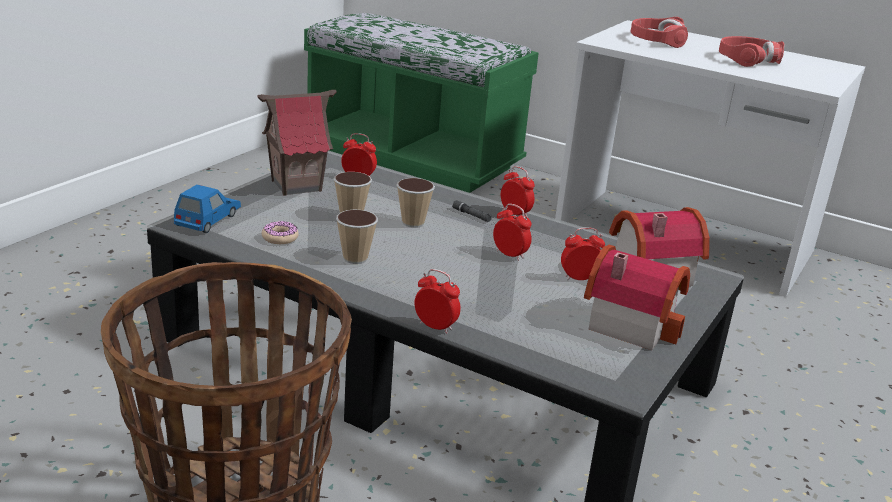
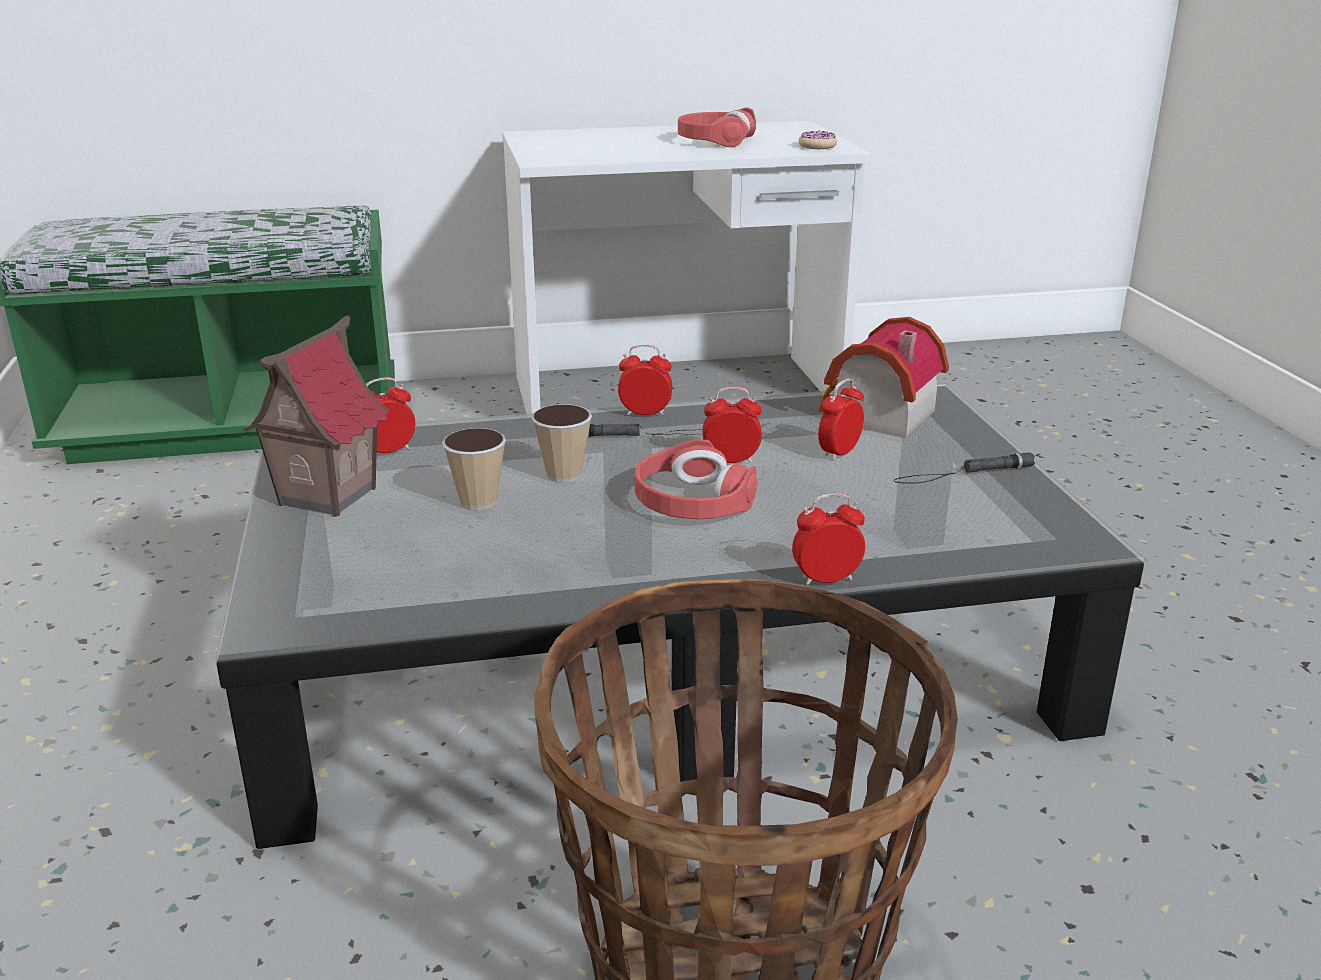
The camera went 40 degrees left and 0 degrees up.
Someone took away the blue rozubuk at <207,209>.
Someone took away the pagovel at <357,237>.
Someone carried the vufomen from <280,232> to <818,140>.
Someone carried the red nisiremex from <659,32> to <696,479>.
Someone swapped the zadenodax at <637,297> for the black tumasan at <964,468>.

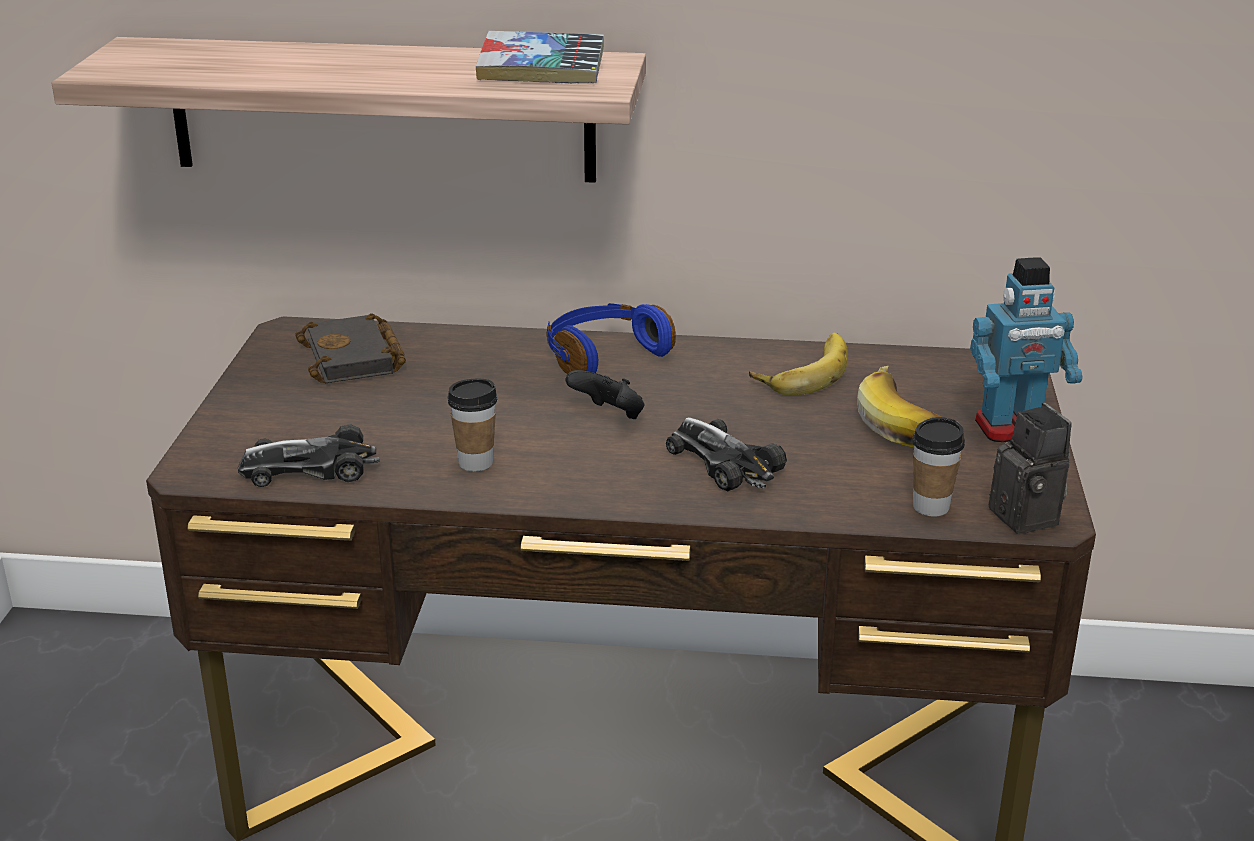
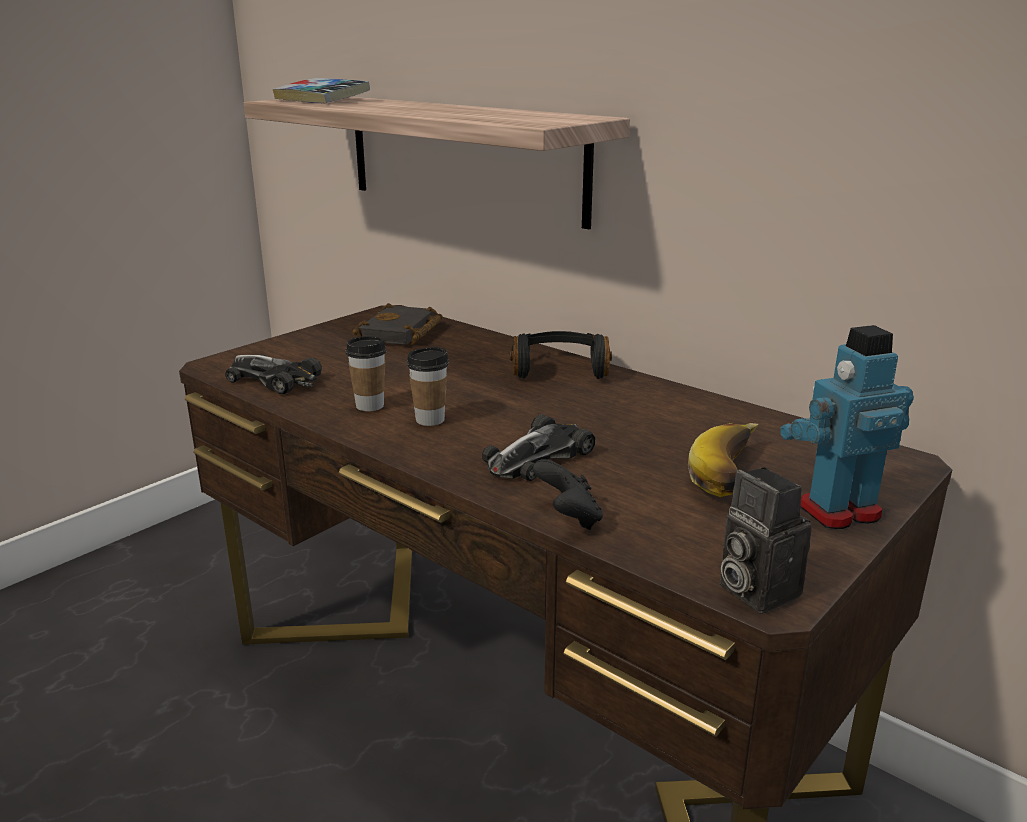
The camera went 35 degrees right and 5 degrees down.
Someone took away the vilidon at <798,364>.
Someone carried the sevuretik from <540,57> to <321,90>.
Someone carried the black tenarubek from <605,394> to <568,494>.
Someone carried the pagovel from <938,467> to <428,386>.
Someone repainted the blue nisiremex at <611,339>, which became the black nisiremex at <561,355>.
Someone rotated the rozubuk at <726,454> by 135 degrees counterclockwise.
Someone rotated the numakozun at <1026,349> by 135 degrees clockwise.
Someone rotated the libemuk at <1030,468> by 135 degrees clockwise.

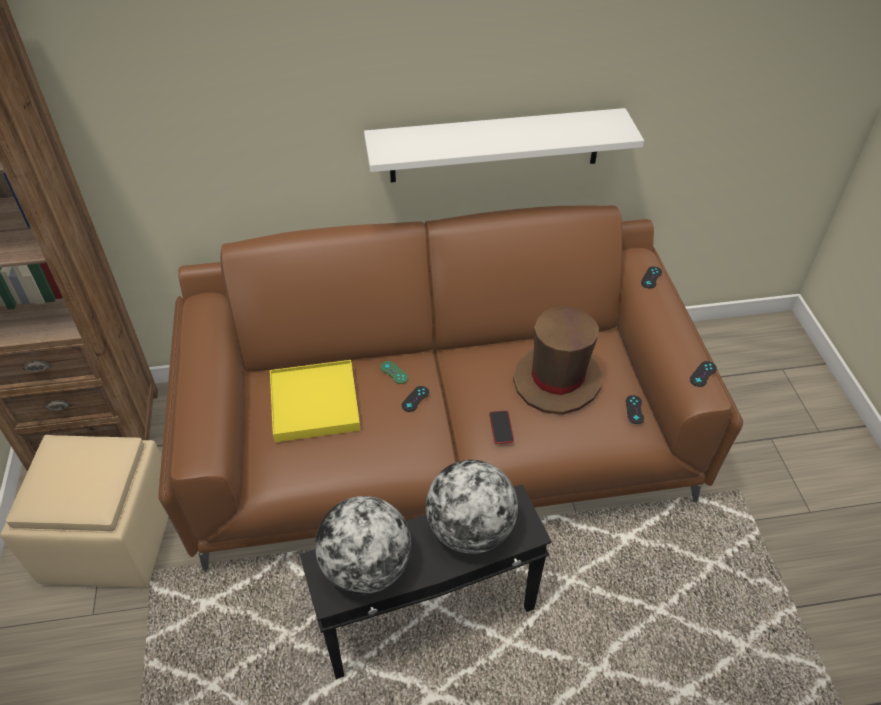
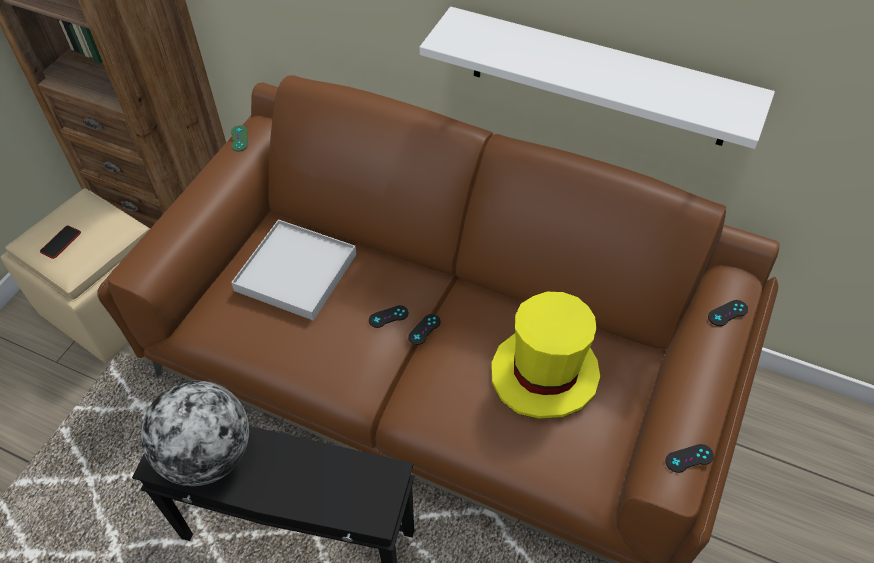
The camera went 35 degrees right and 5 degrees up.
Someone took away the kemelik at <472,507>.
Someone carried the green tenarubek from <394,372> to <239,138>.
Someone carried the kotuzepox from <501,427> to <60,242>.
Someone carried the black tenarubek from <635,409> to <424,329>.
Someone repainted the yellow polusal at <315,401>, which became the white polusal at <294,270>.
Someone repainted the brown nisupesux at <557,360>, which became the yellow nisupesux at <545,355>.

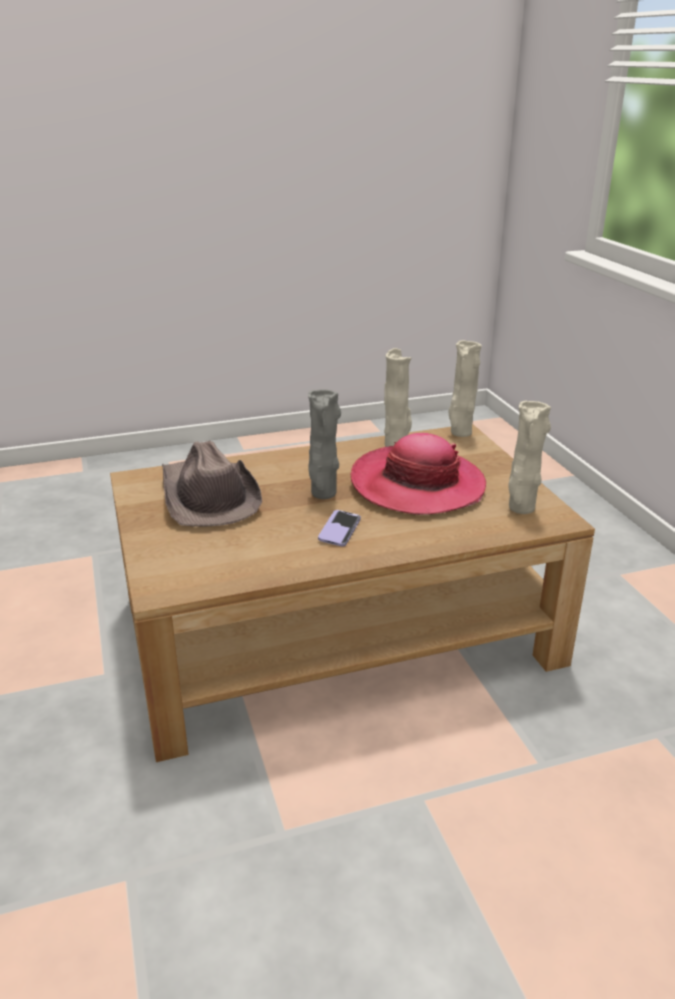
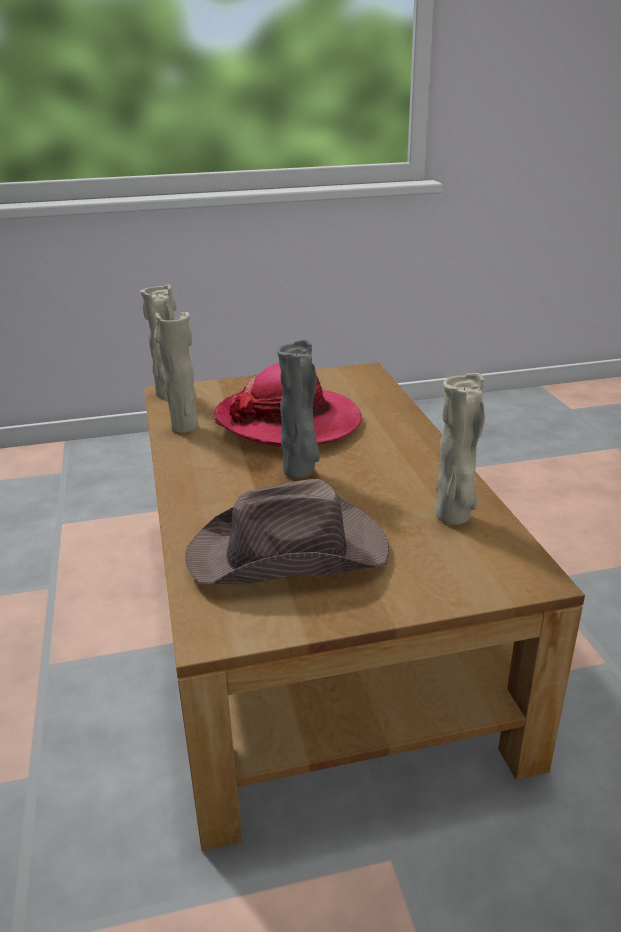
The camera went 85 degrees left and 0 degrees up.
Someone took away the kotuzepox at <339,528>.
Someone carried the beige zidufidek from <529,457> to <460,449>.

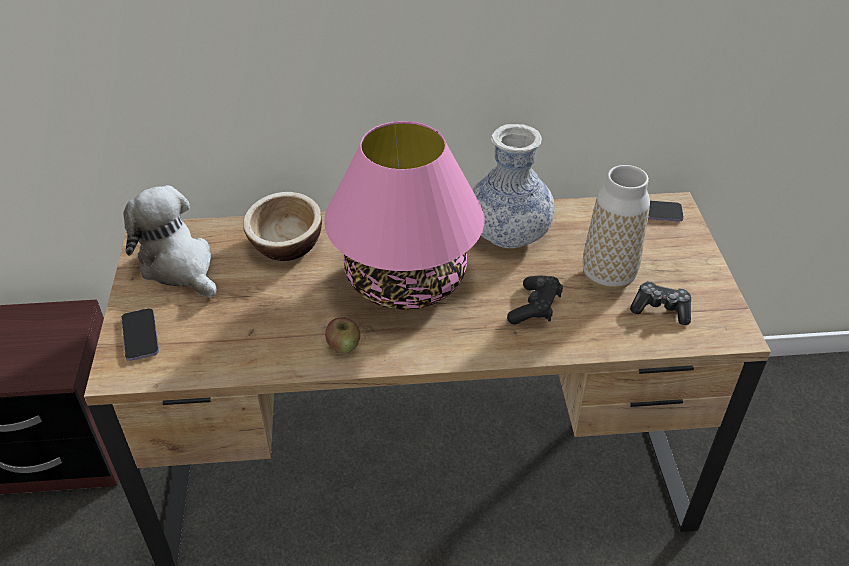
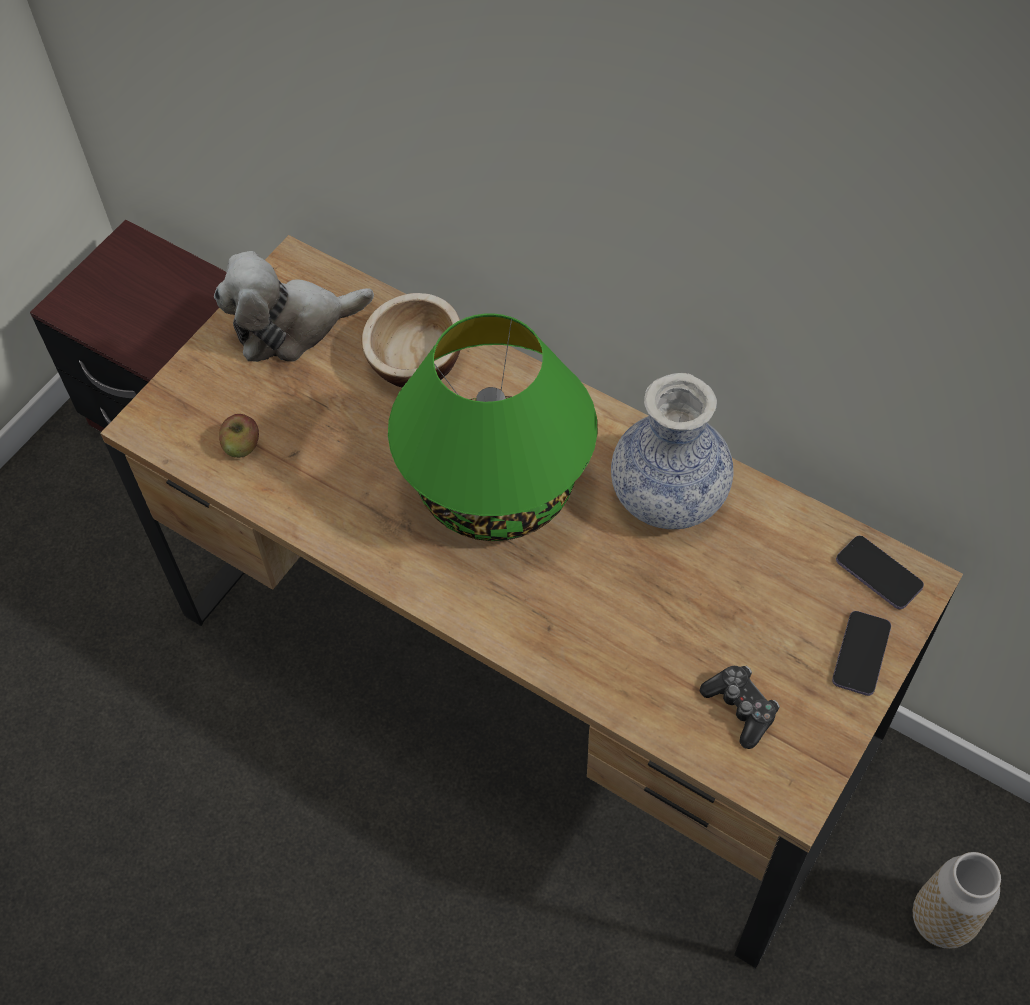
The camera went 40 degrees right and 15 degrees up.
Someone took away the black tenarubek at <535,300>.
Someone carried the kotuzepox from <140,334> to <861,653>.
Someone carried the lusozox from <342,335> to <239,436>.
Someone carried the zidufidek from <616,228> to <957,900>.
Someone repainted the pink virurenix at <404,215>, which became the green virurenix at <493,427>.
Someone rotated the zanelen at <170,241> by 105 degrees counterclockwise.

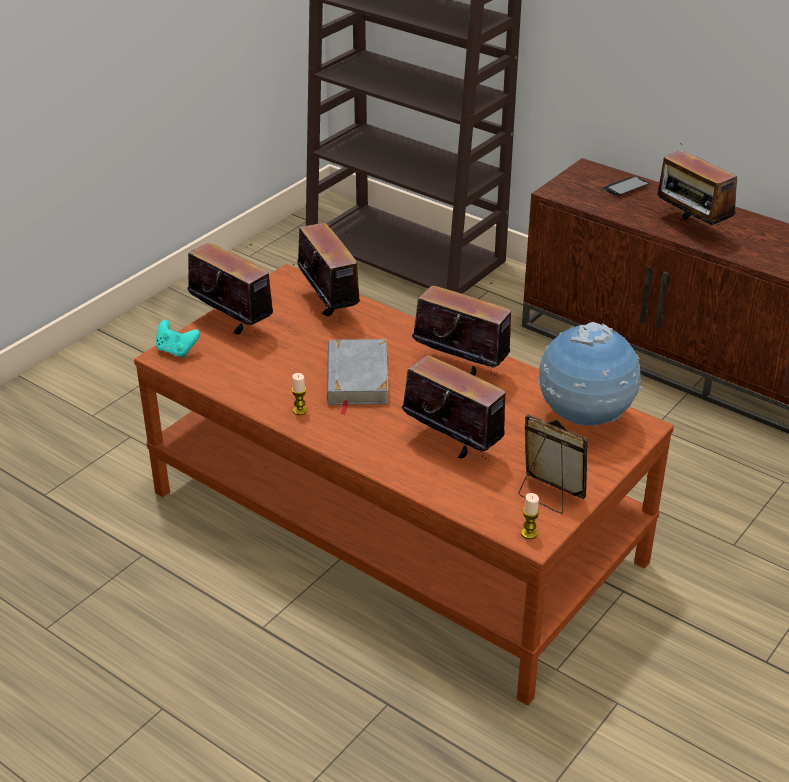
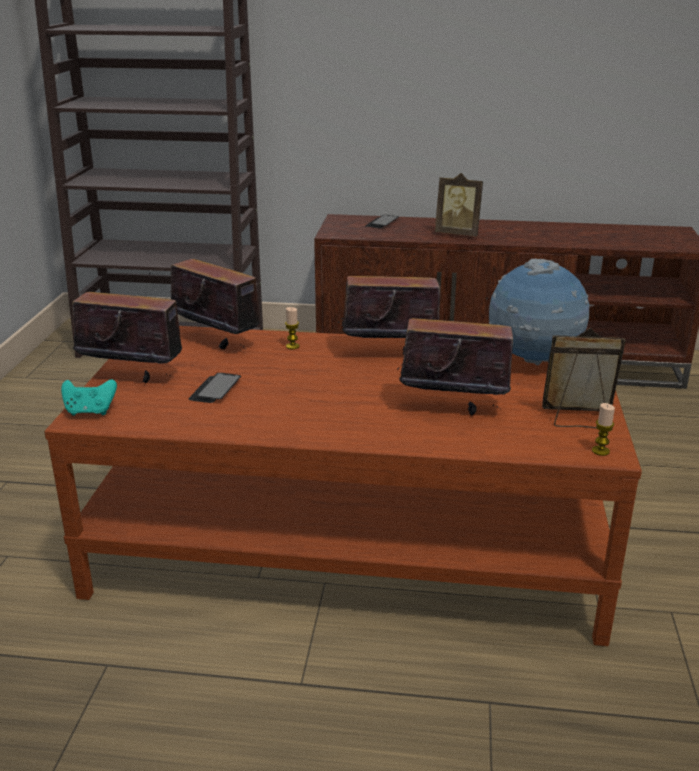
The camera went 30 degrees left and 10 degrees down.
Someone took away the grey sevuretik at <357,377>.
Someone put down the kotuzepox at <214,388>.
Someone carried the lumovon from <299,394> to <292,328>.
Someone swapped the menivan at <697,184> for the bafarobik at <459,205>.

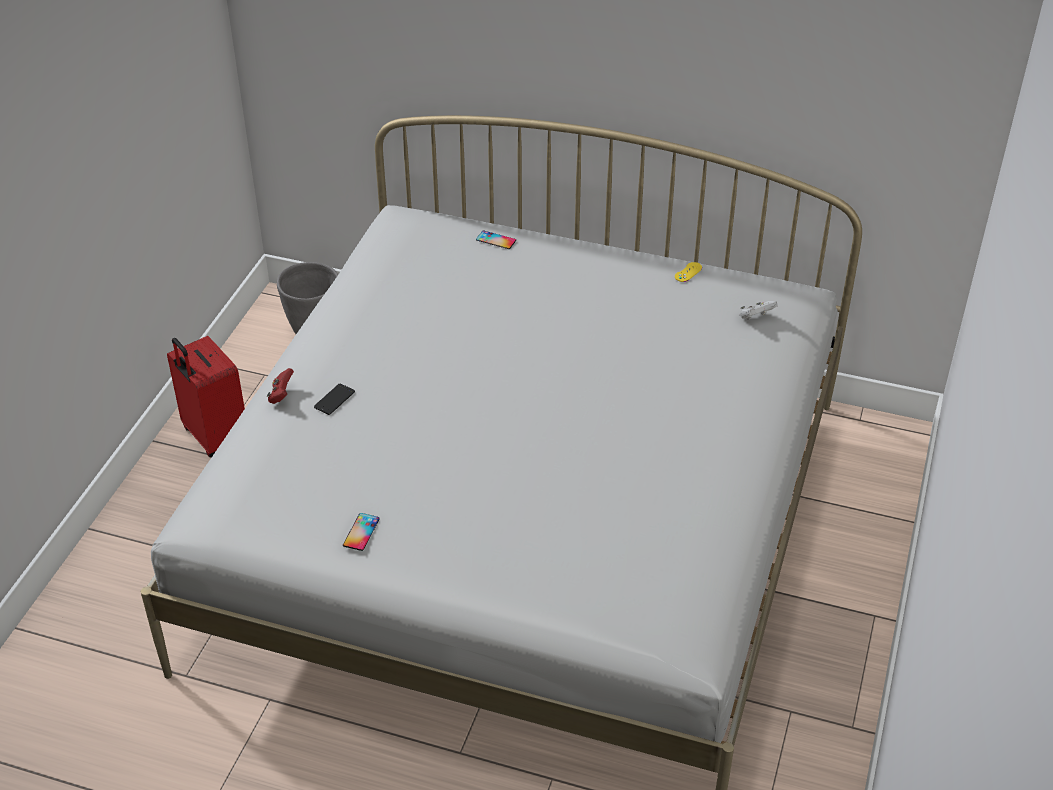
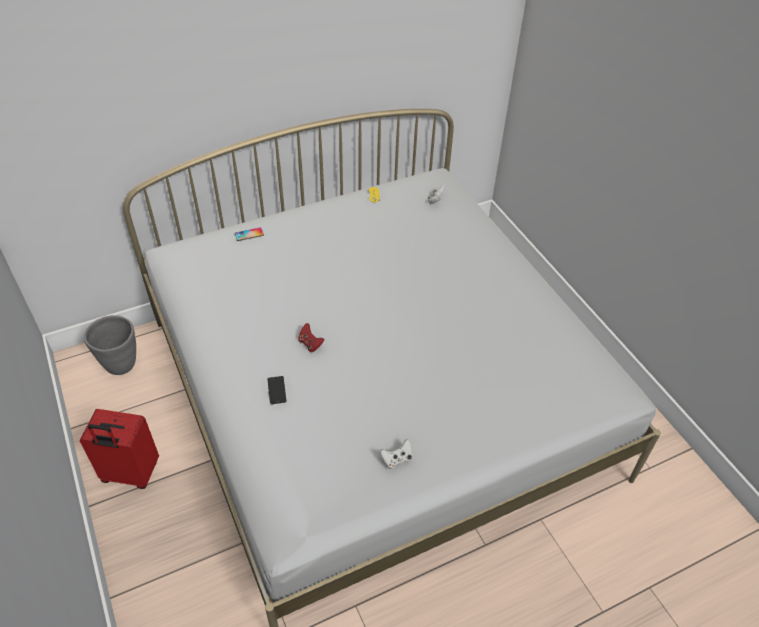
The camera went 45 degrees left and 5 degrees up.
Someone carried the red tenarubek from <280,386> to <311,337>.
Someone swapped the kotuzepox at <361,532> for the white tenarubek at <396,454>.

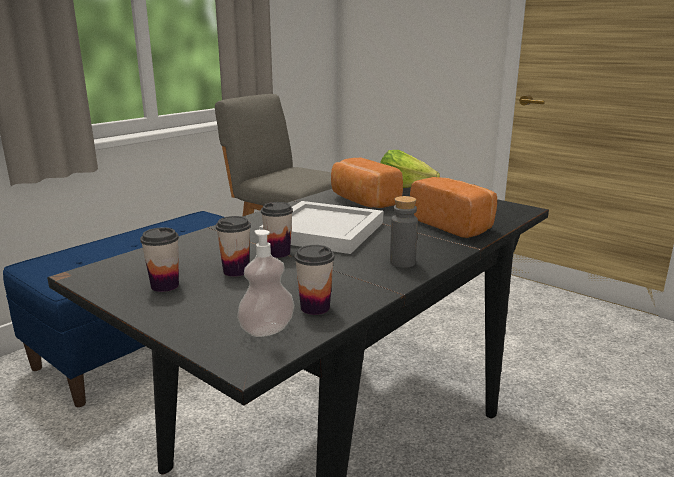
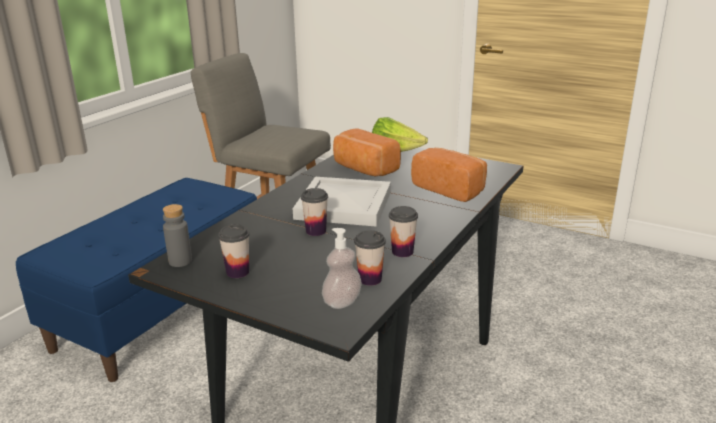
The camera went 10 degrees left and 5 degrees up.
Someone carried the pagovel from <233,246> to <403,231>.
Someone carried the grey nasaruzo from <404,232> to <177,235>.

